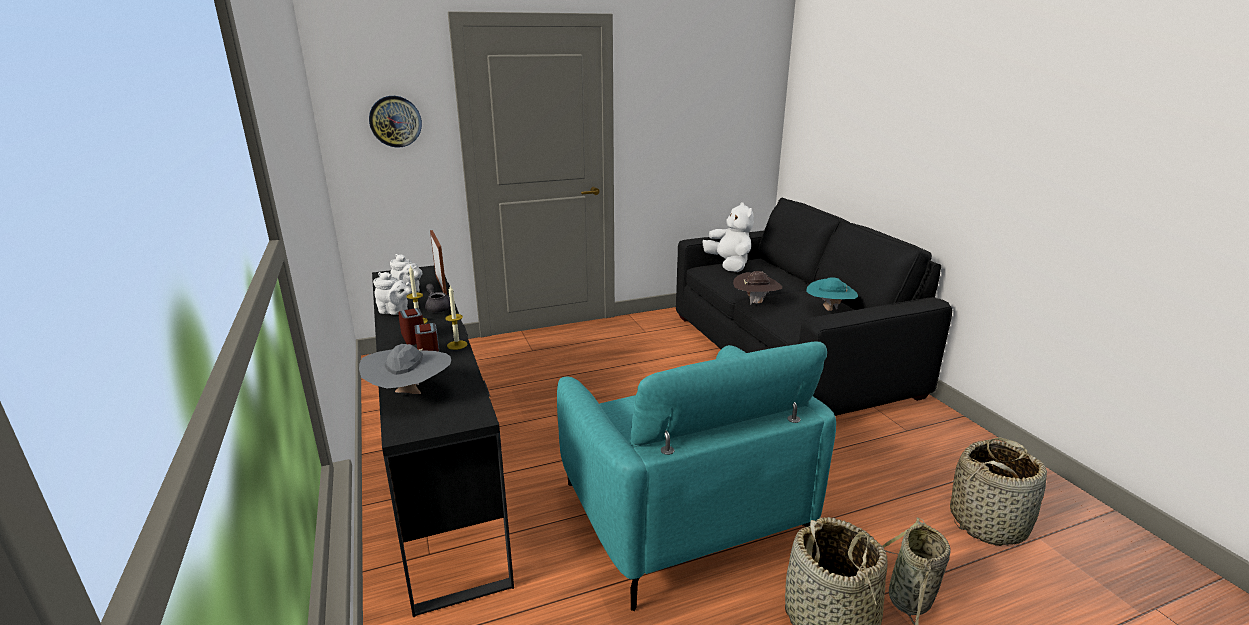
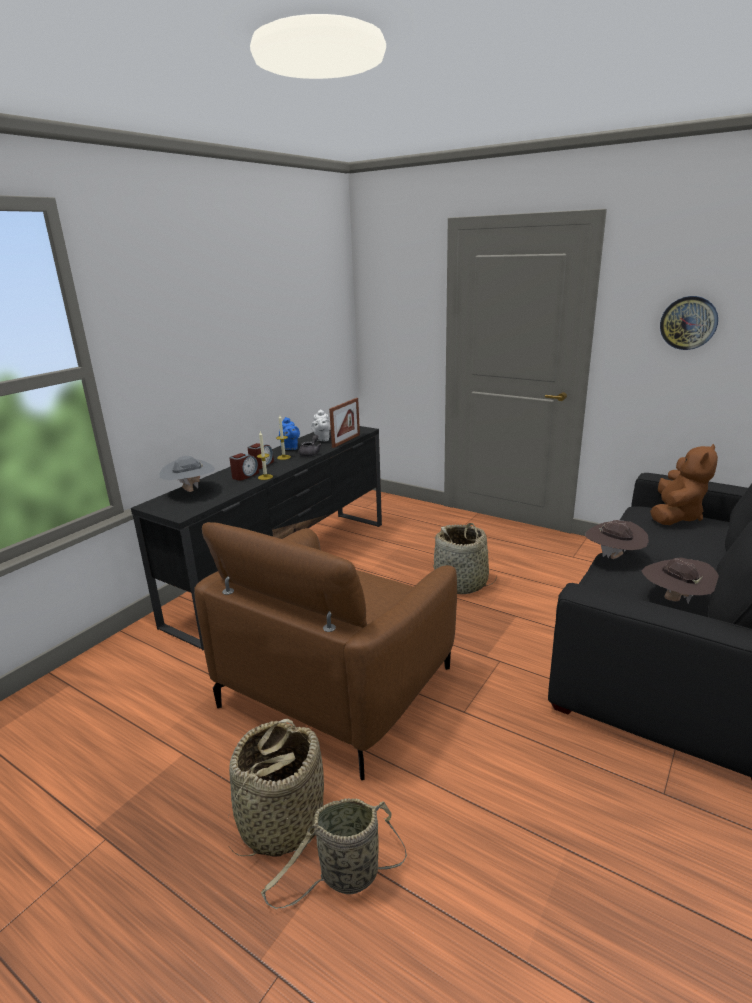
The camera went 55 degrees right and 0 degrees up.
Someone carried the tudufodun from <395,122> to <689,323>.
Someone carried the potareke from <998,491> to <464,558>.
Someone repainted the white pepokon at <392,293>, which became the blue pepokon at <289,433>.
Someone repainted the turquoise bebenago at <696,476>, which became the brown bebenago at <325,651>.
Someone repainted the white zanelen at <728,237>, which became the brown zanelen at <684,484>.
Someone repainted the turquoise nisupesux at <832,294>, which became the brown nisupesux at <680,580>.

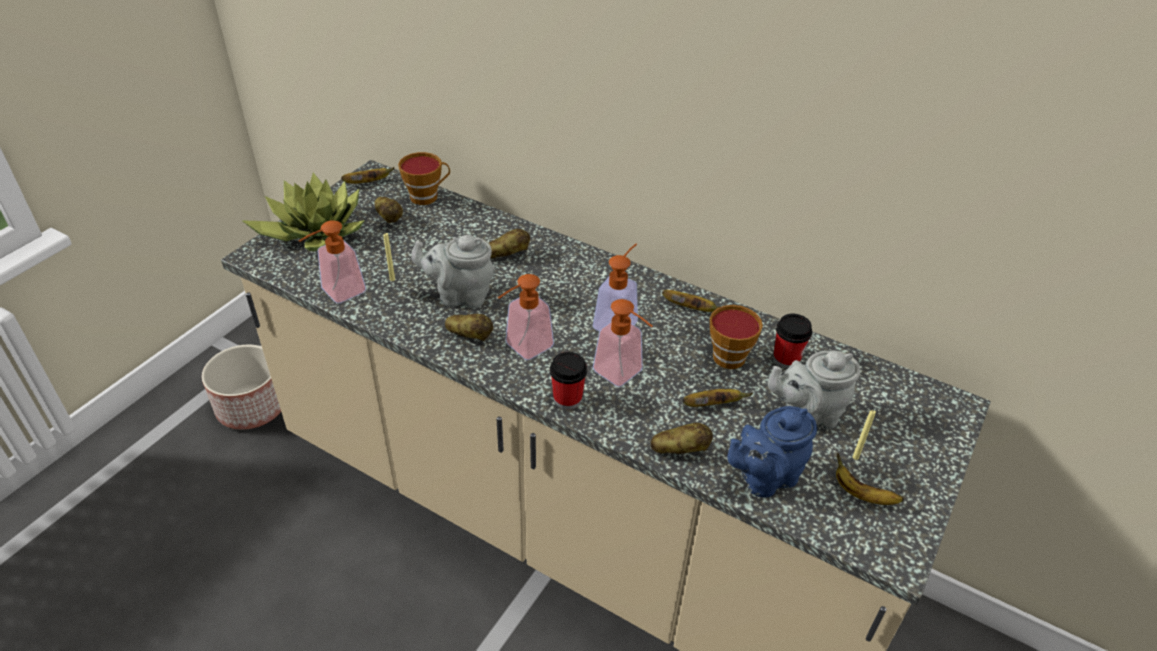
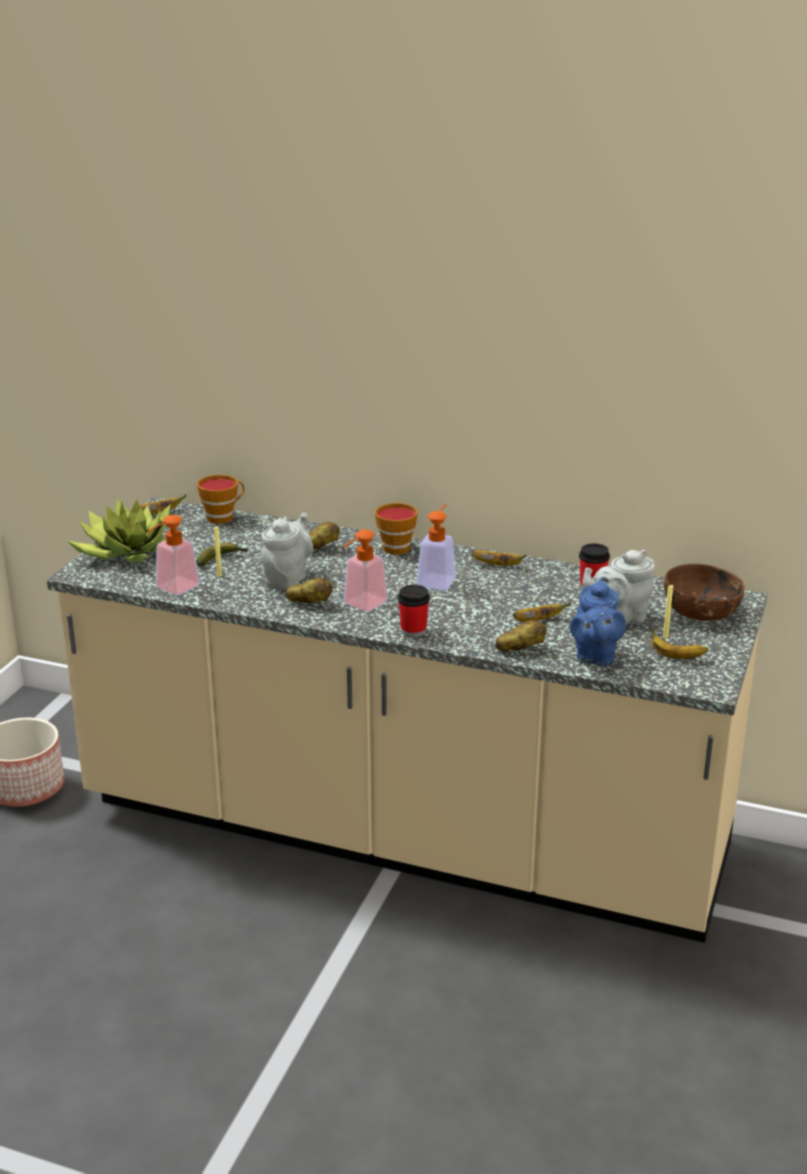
The camera went 10 degrees left and 15 degrees down.
Someone took away the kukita at <389,210>.
Someone took away the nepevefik at <622,343>.
Someone put down the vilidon at <222,554>.
Someone put down the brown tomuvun at <704,592>.
Someone carried the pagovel from <736,337> to <396,528>.
Someone rotated the grey pepokon at <453,271> by 120 degrees clockwise.
Someone rotated the blue pepokon at <772,452> by 45 degrees counterclockwise.

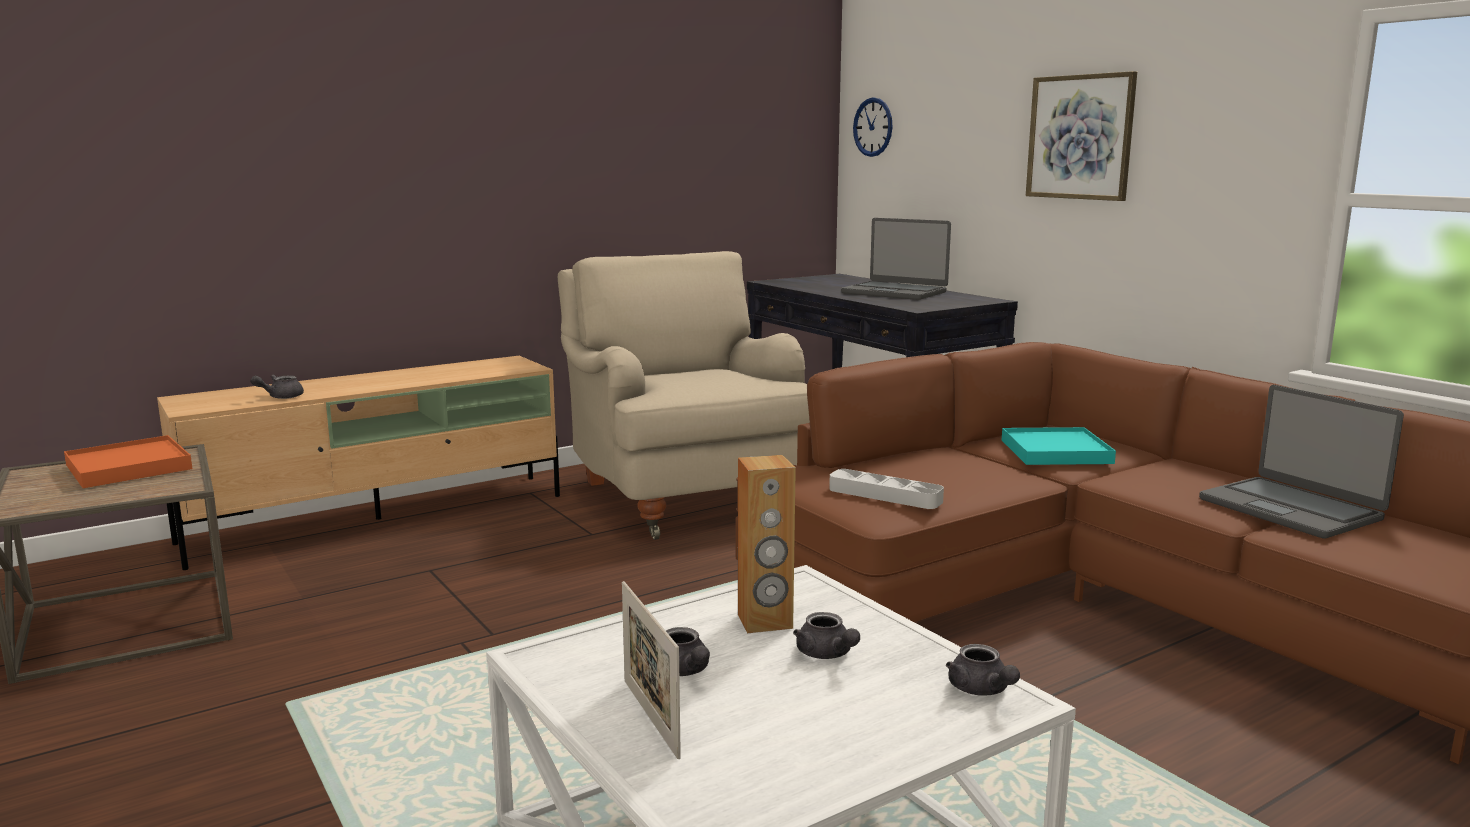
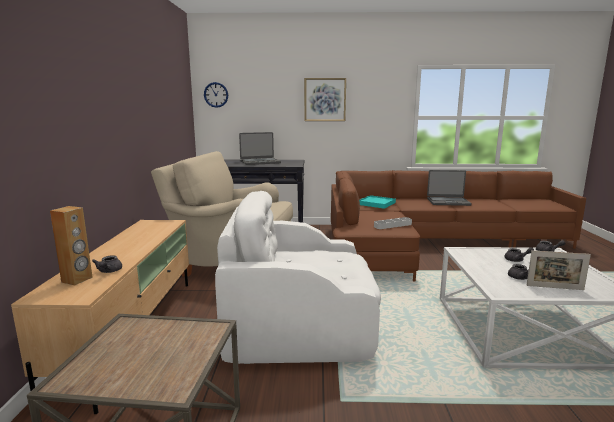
The camera went 55 degrees left and 0 degrees up.
Someone took away the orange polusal at <128,461>.
Someone put down the white bebenago at <298,277>.
Someone carried the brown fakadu from <767,544> to <71,245>.

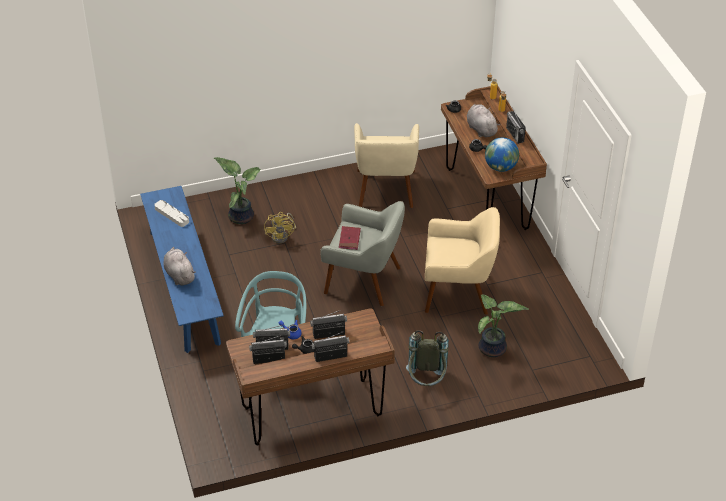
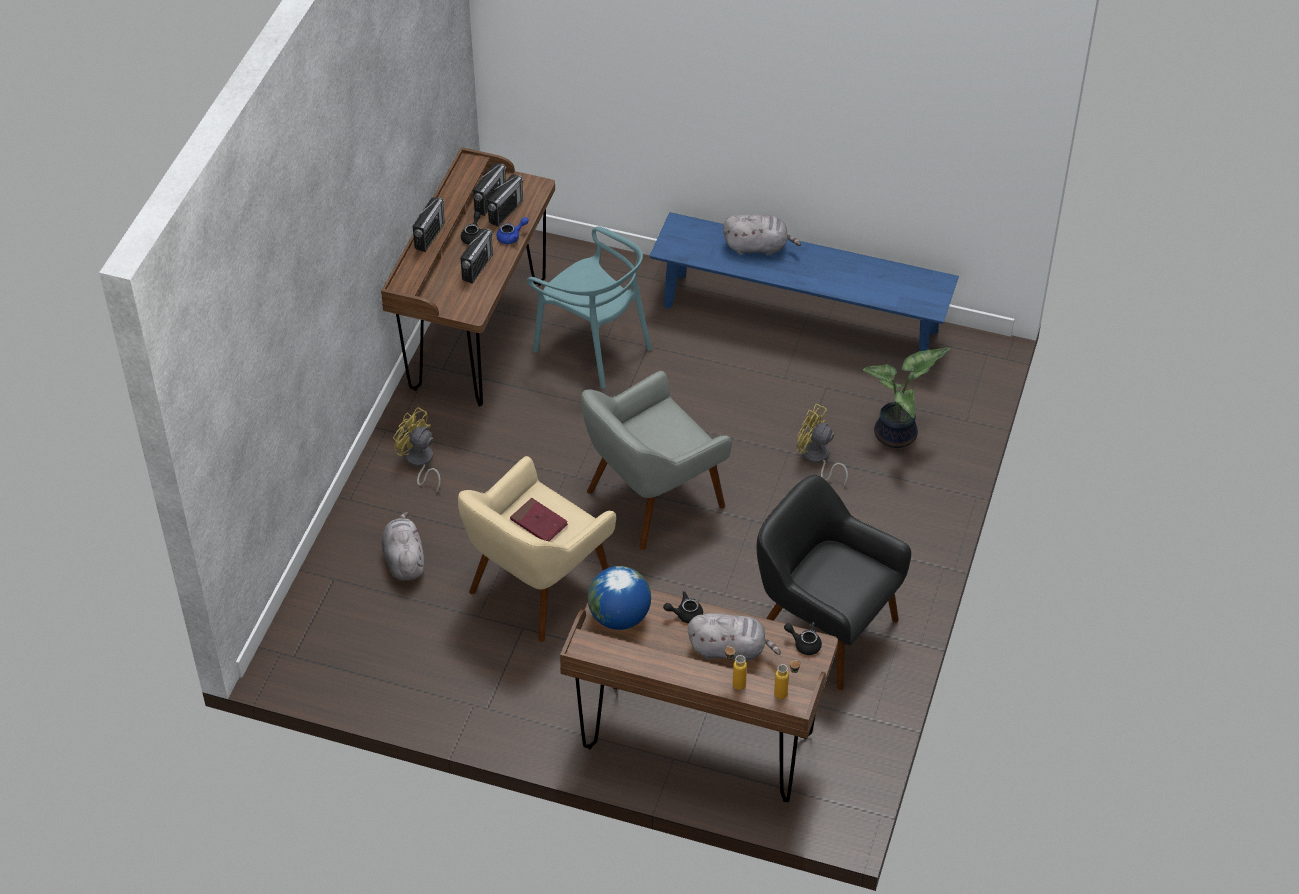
The camera went 125 degrees right and 5 degrees up.
Someone took away the grey polusal at <171,213>.
Someone took away the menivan at <516,125>.
Someone carried the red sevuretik from <350,238> to <539,519>.
Someone swapped the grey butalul at <427,358> for the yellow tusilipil at <417,450>.
Someone swapped the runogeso at <503,325> for the grey zanelen at <403,546>.
Someone repainted the beige bebenago at <386,165>, which became the black bebenago at <834,582>.

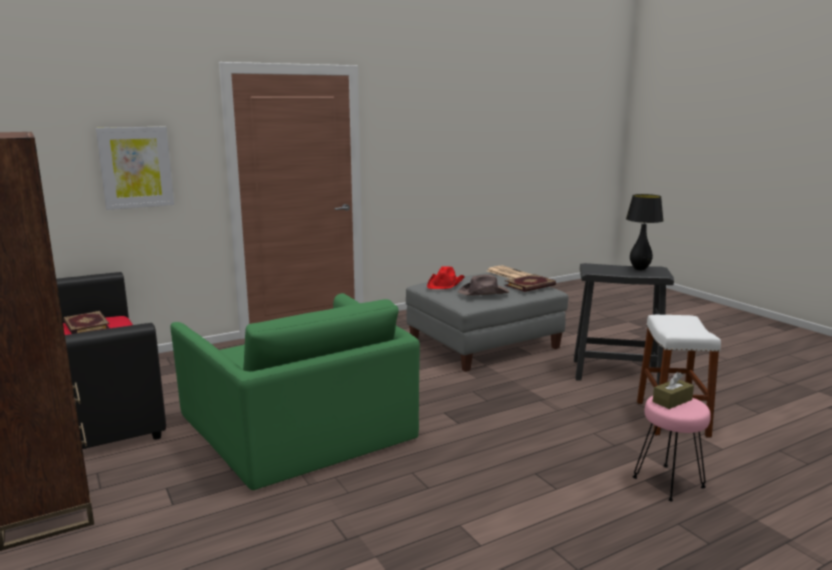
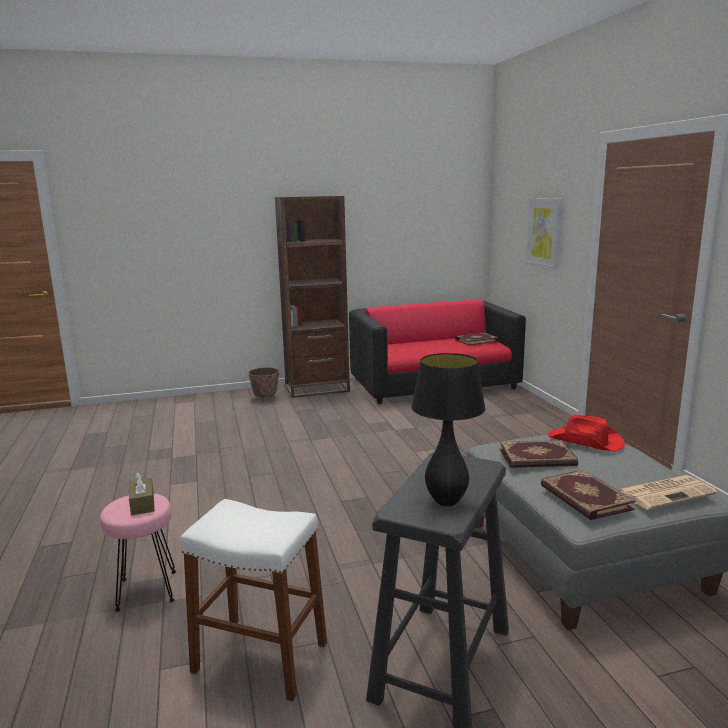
The camera went 105 degrees right and 0 degrees up.
Someone took away the green bebenago at <295,391>.
Someone put down the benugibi at <263,384>.
Someone swapped the brown nisupesux at <483,285> for the sevuretik at <539,454>.

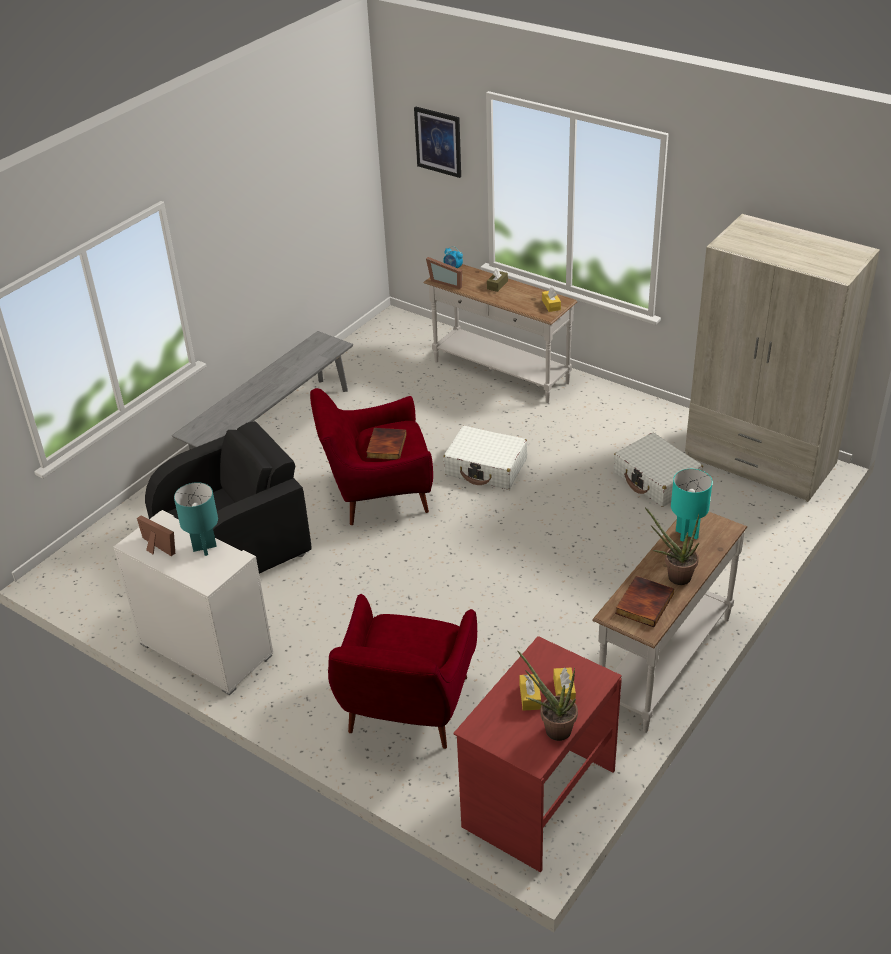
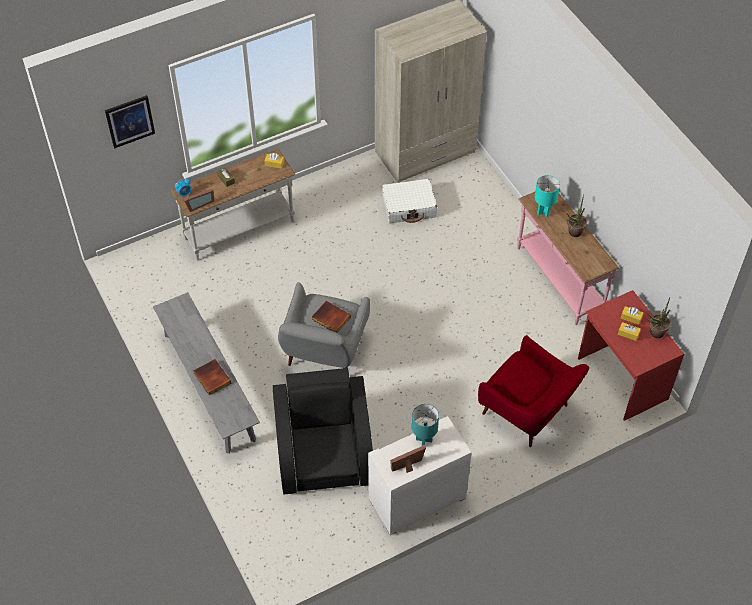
The camera went 65 degrees left and 15 degrees up.
Someone took away the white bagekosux at <485,457>.
Someone carried the sevuretik from <644,601> to <212,377>.
Someone repainted the red bebenago at <371,456>, which became the grey bebenago at <324,325>.
Someone repainted the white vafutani at <669,622>, which became the pink vafutani at <568,257>.

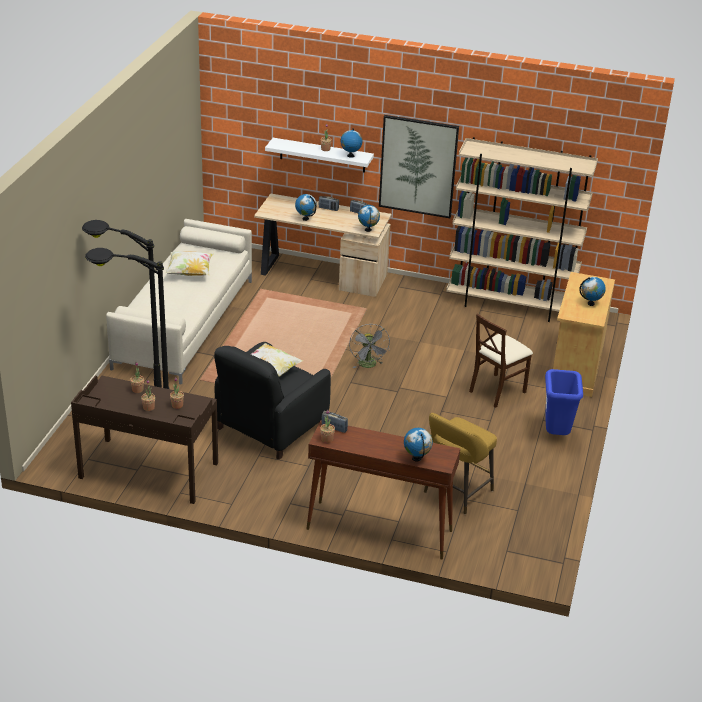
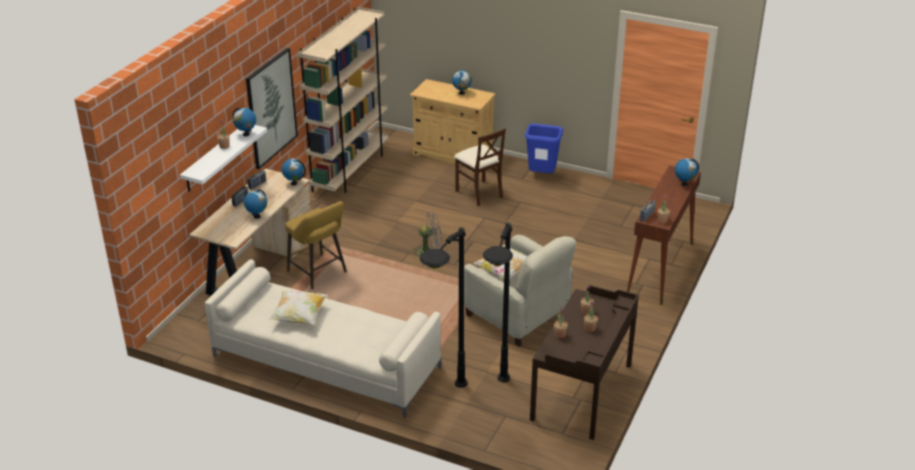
The camera went 80 degrees left and 0 degrees up.
Someone carried the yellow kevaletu from <460,463> to <316,245>.
Someone repainted the black bebenago at <272,401>, which became the beige bebenago at <520,291>.

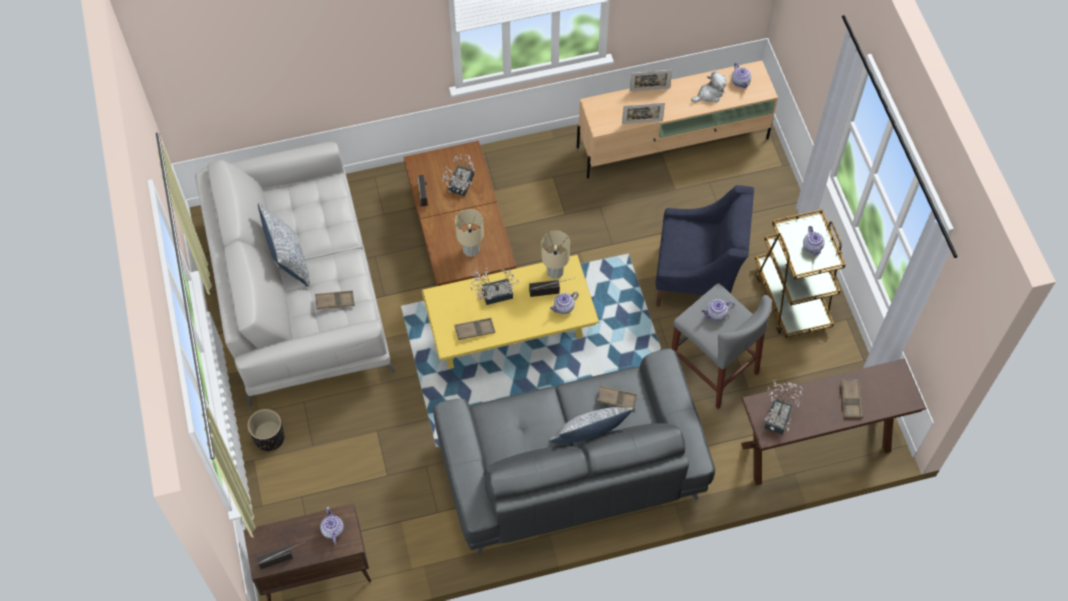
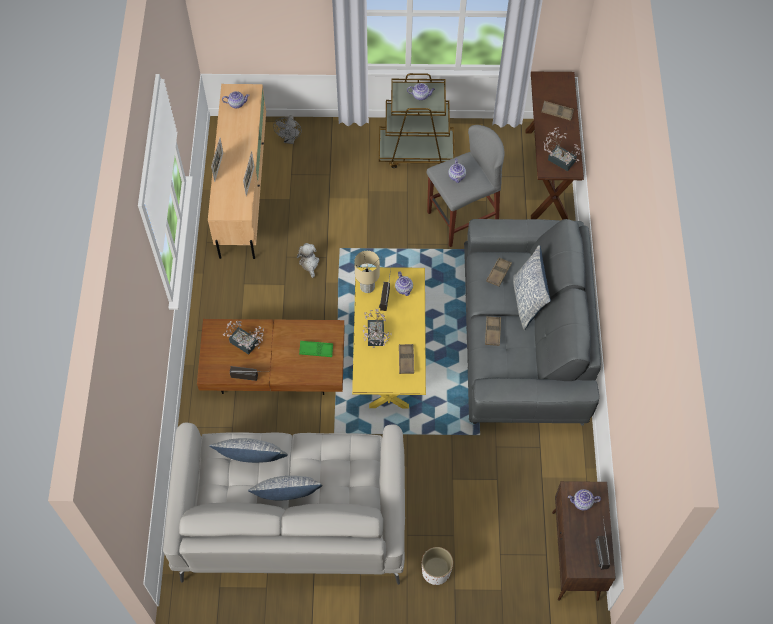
The camera went 75 degrees left and 0 degrees up.
Someone took away the blue bebenago at <705,246>.
Someone put down the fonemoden at <248,450>.
Someone put down the grey tusilipil at <287,129>.
Someone carried the brown polusal from <335,299> to <493,331>.
Someone carried the zanelen from <709,87> to <308,260>.
Someone swapped the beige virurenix at <469,233> for the green polusal at <316,349>.
Someone repainted the black benugibi at <266,430>, which became the white benugibi at <437,566>.

